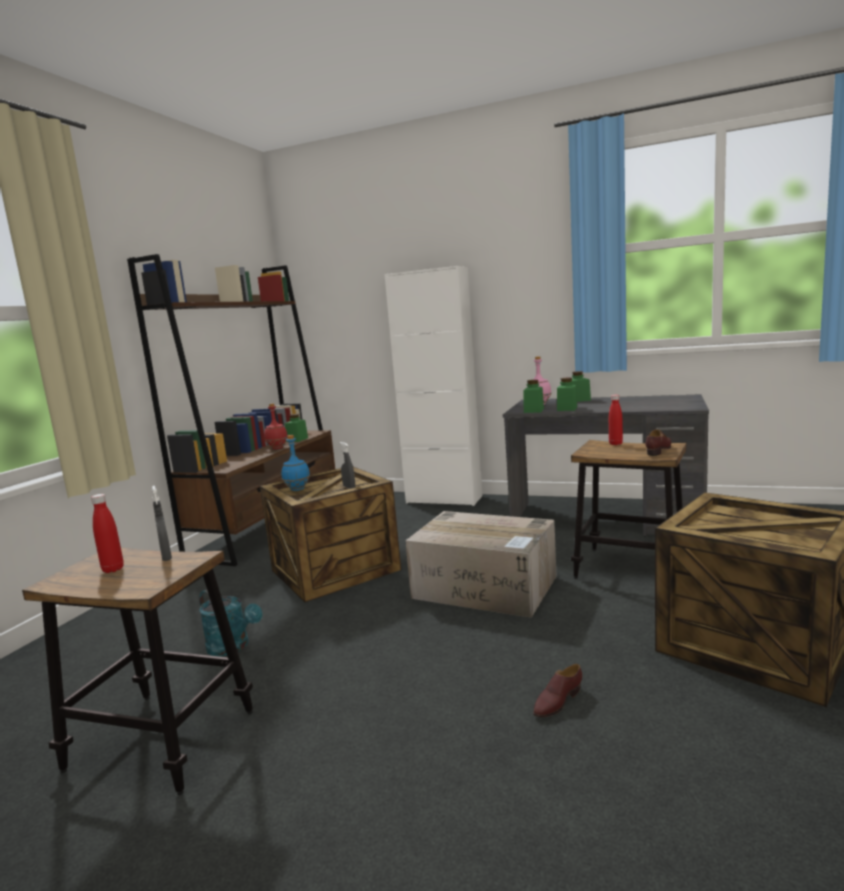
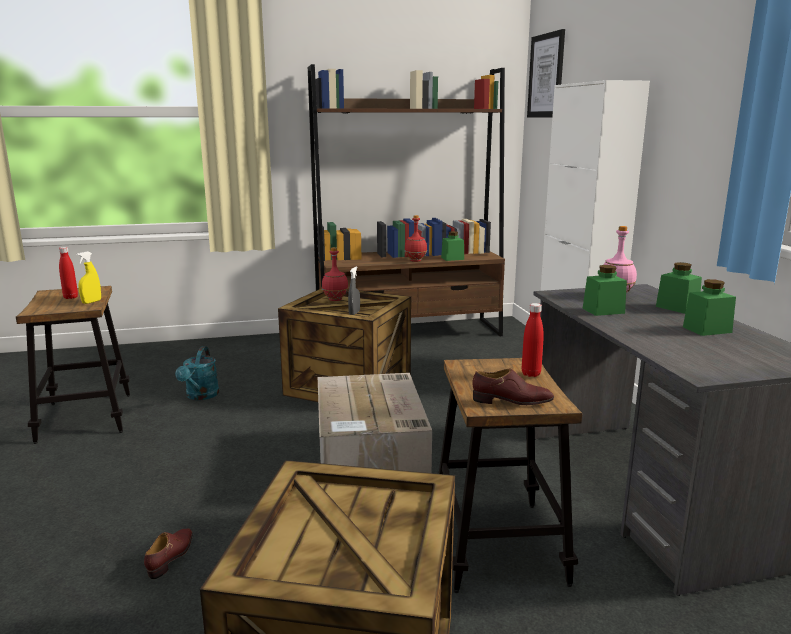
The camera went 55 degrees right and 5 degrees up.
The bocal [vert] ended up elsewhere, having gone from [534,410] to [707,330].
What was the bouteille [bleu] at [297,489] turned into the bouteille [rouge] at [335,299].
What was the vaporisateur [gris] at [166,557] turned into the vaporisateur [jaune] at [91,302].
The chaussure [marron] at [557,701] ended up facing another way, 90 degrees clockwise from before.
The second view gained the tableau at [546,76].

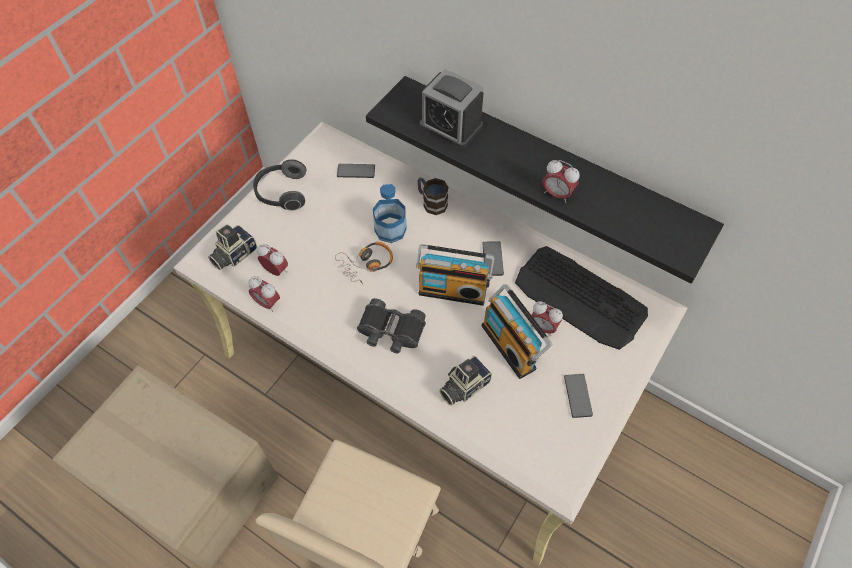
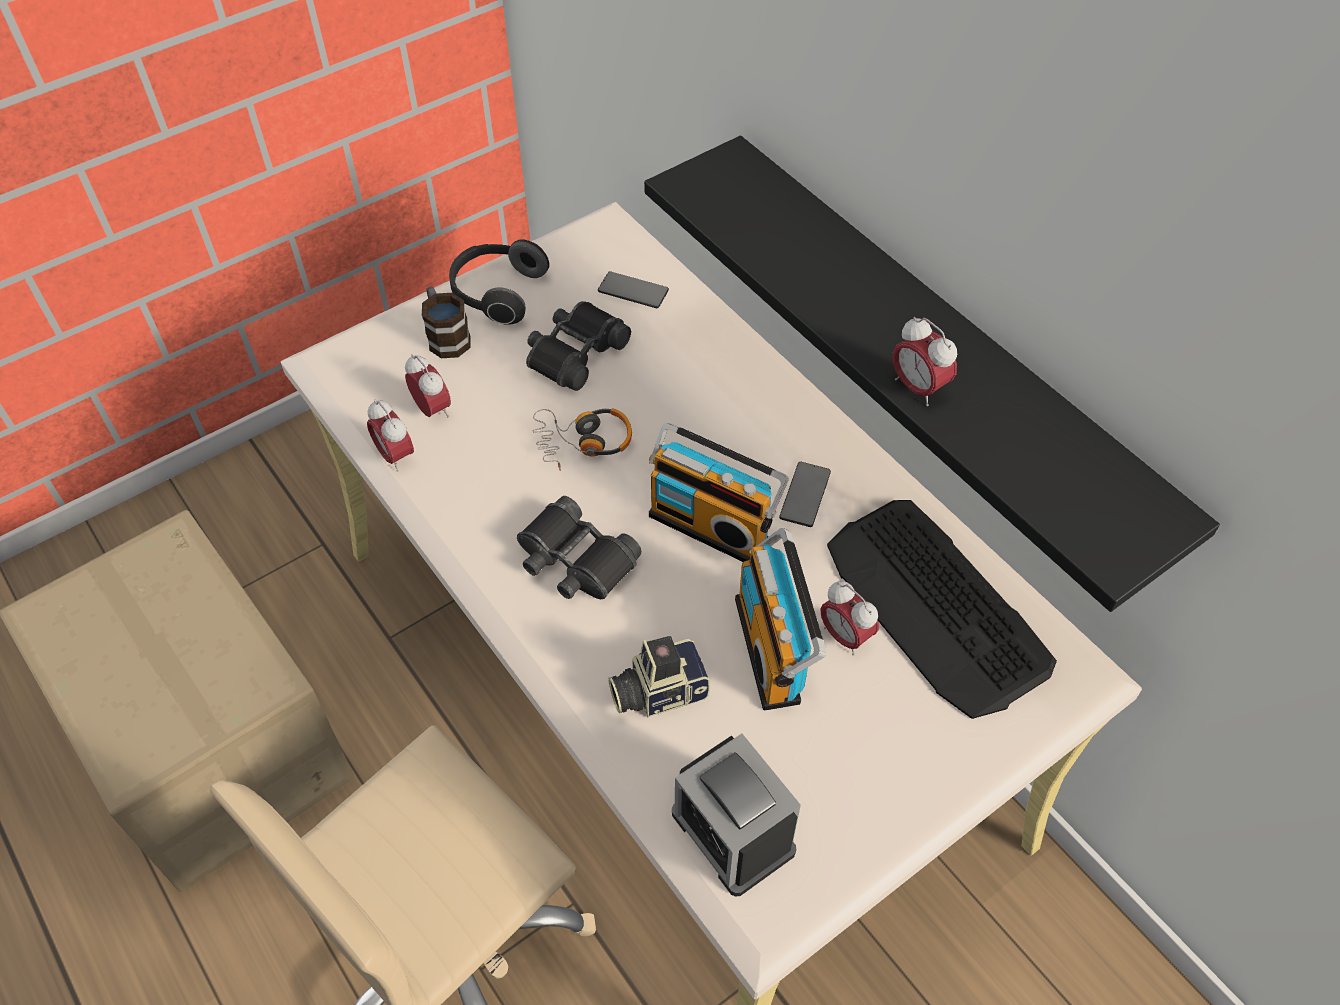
The camera went 20 degrees right and 5 degrees down.
The réveil ended up elsewhere, having gone from [451,126] to [733,832].
The mug ended up elsewhere, having gone from [431,202] to [446,336].
The second view lost the bouteille at [390,230].
The second view lost the appareil photo at [233,254].
The second view lost the téléphone at [578,396].
The second view gained the jumelles [noir] at [575,352].

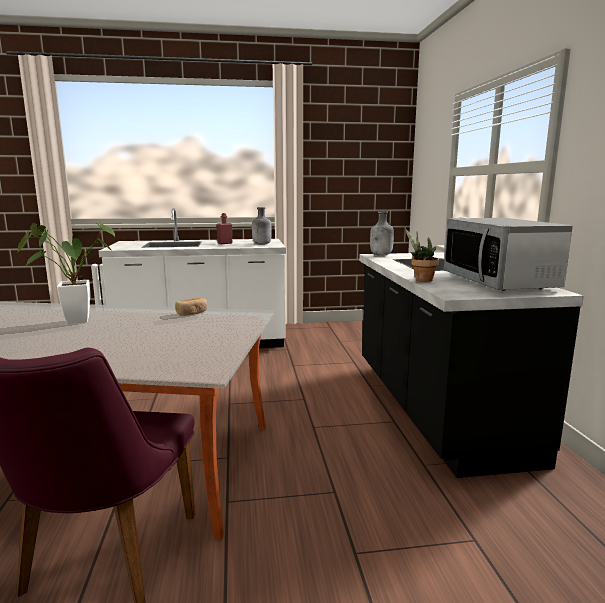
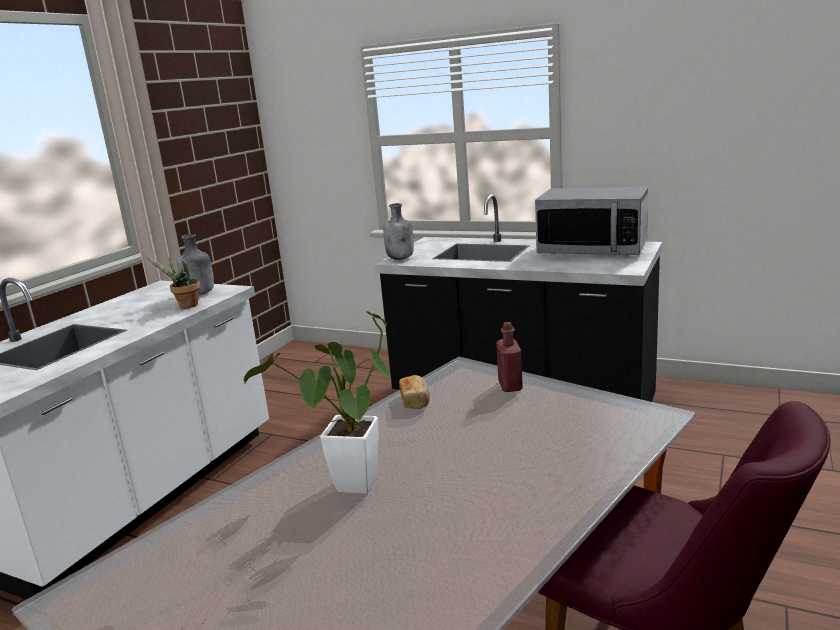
The camera went 55 degrees left and 5 degrees up.
The bouteille [rouge] ended up elsewhere, having gone from [225,243] to [510,385].
The plante en pot ended up elsewhere, having gone from [421,280] to [186,306].

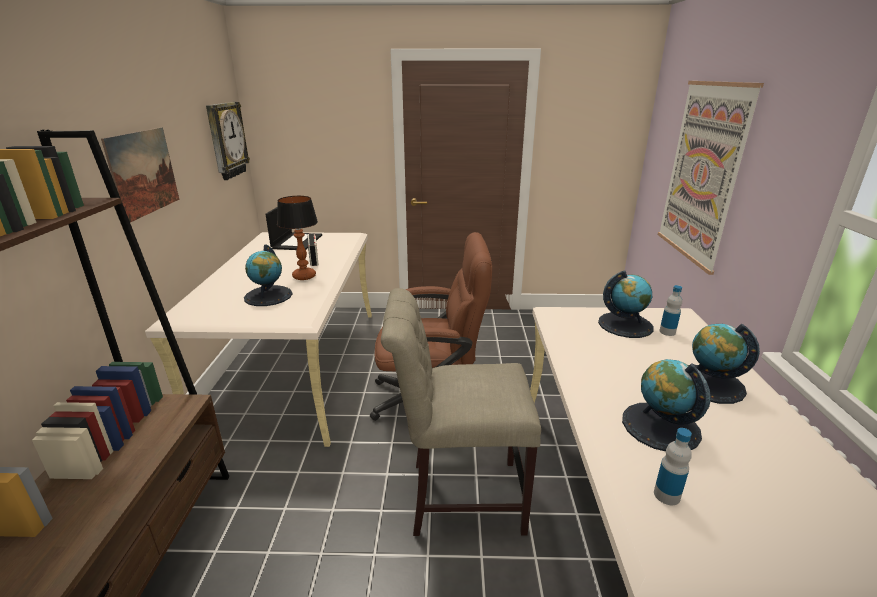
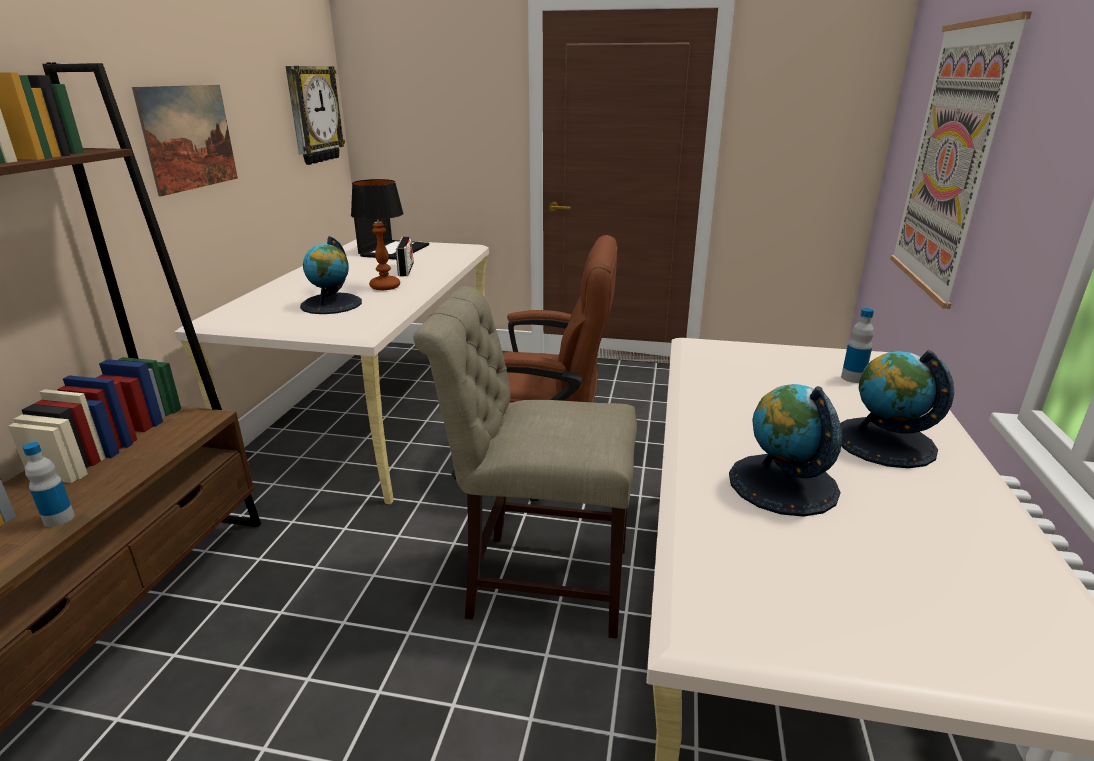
The camera went 10 degrees right and 0 degrees up.
The second view lost the globe at [625,324].
The bouteille ended up elsewhere, having gone from [666,495] to [59,518].

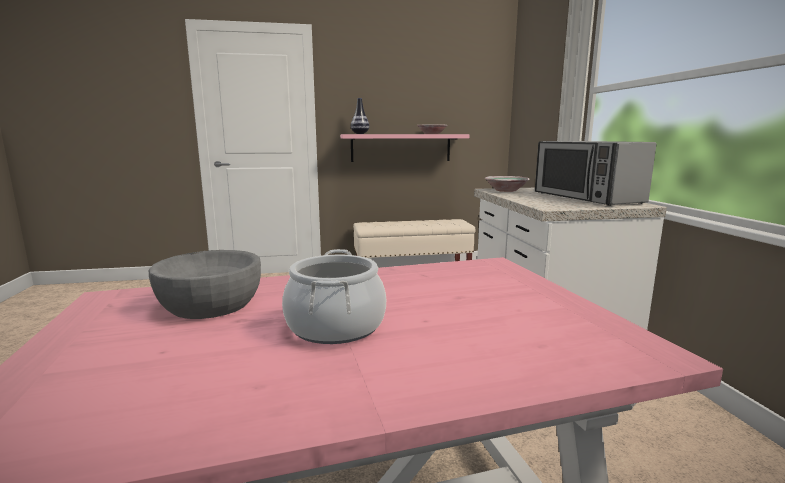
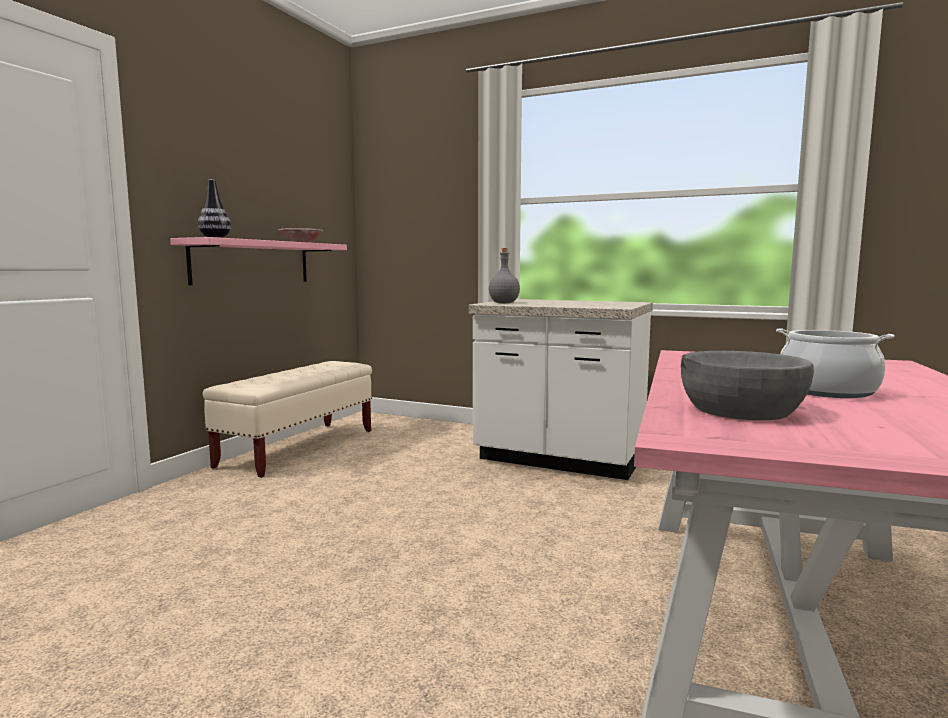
The camera went 55 degrees left and 5 degrees down.
The second view lost the micro-ondes at [586,198].
Where the bol stood at [506,190], the bouteille [gris] came to stand at [504,303].

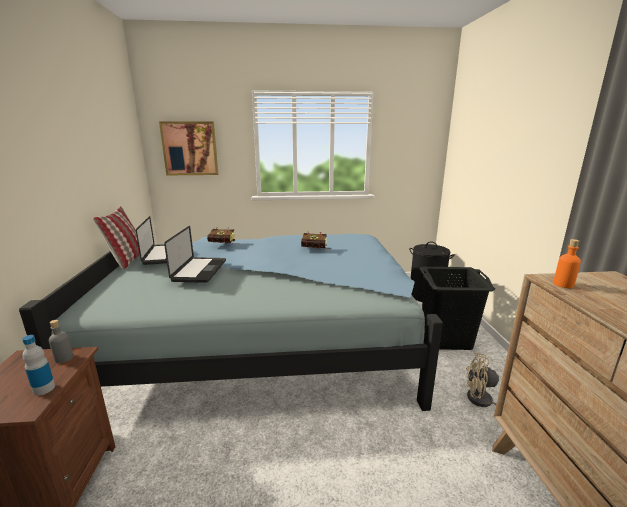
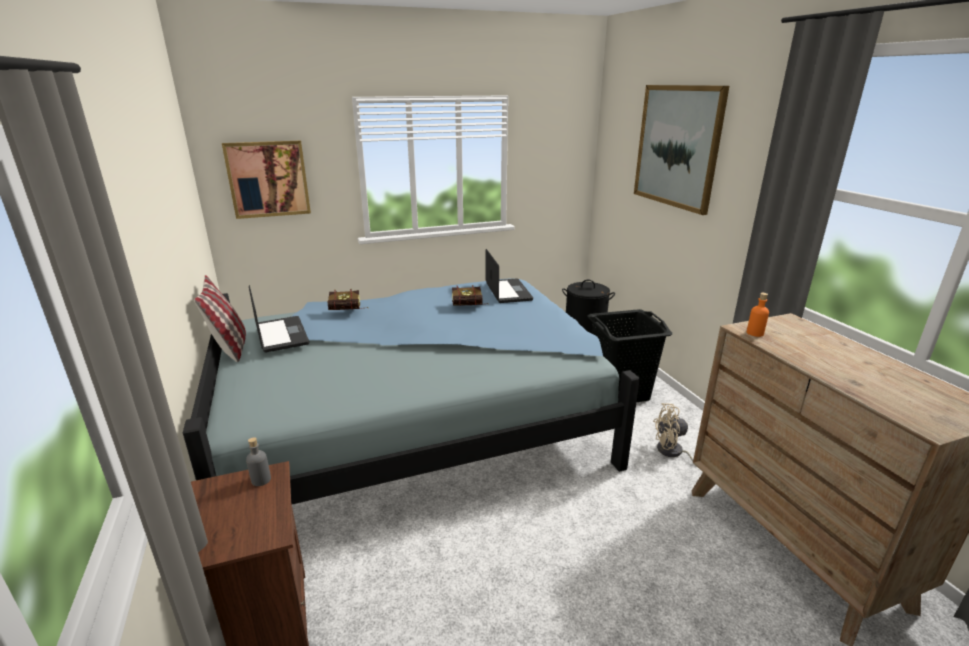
The camera went 15 degrees left and 5 degrees up.
The ordinateur portable ended up elsewhere, having gone from [200,270] to [508,292].
The second view lost the bouteille at [44,389].
The second view gained the tableau at [677,146].

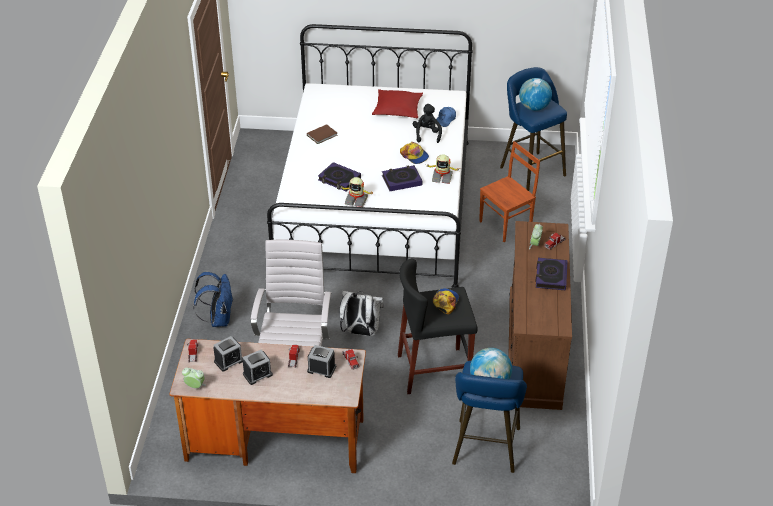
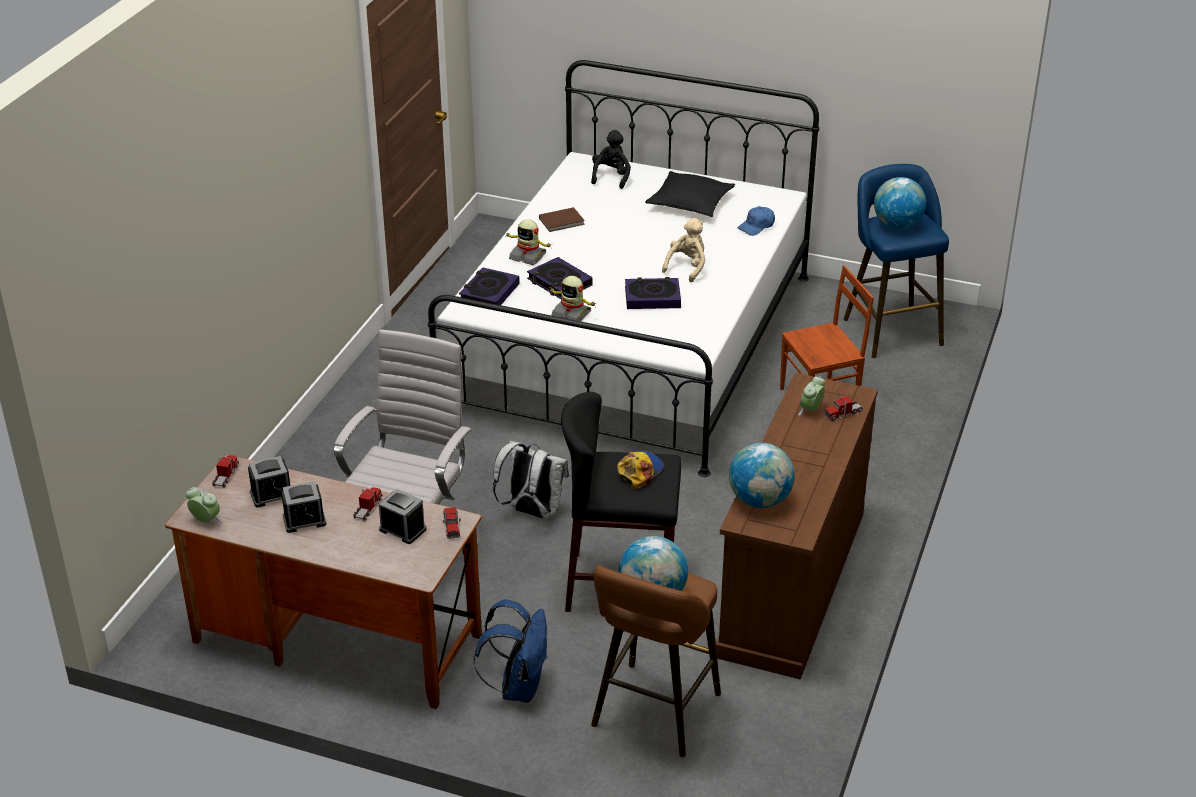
The camera went 15 degrees right and 5 degrees down.
What was the coussin [rouge] at [397,109] turned into the coussin [noir] at [690,203].
The peluche [noir] ended up elsewhere, having gone from [427,134] to [611,177].
Where the casquette stood at [414,156], the peluche [beige] came to stand at [687,267].
The robot jouet ended up elsewhere, having gone from [442,177] to [528,256].
The livre ended up elsewhere, having gone from [551,276] to [489,293].
The sac à dos [bleu] ended up elsewhere, having gone from [218,319] to [518,687].
What was the tabouret [bleu] at [486,449] turned into the tabouret [marron] at [653,715].
The second view gained the globe at [760,500].

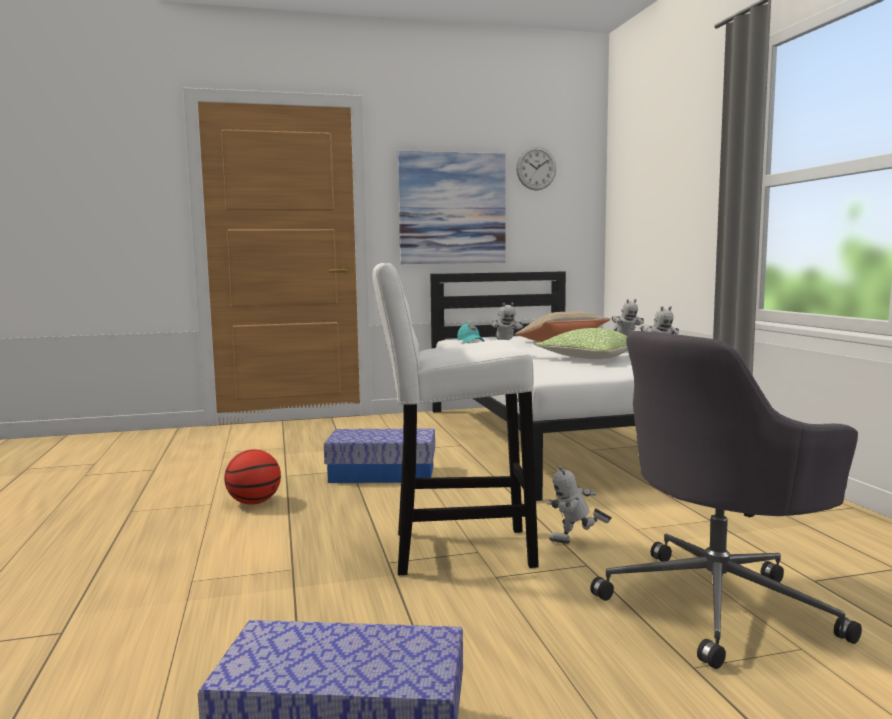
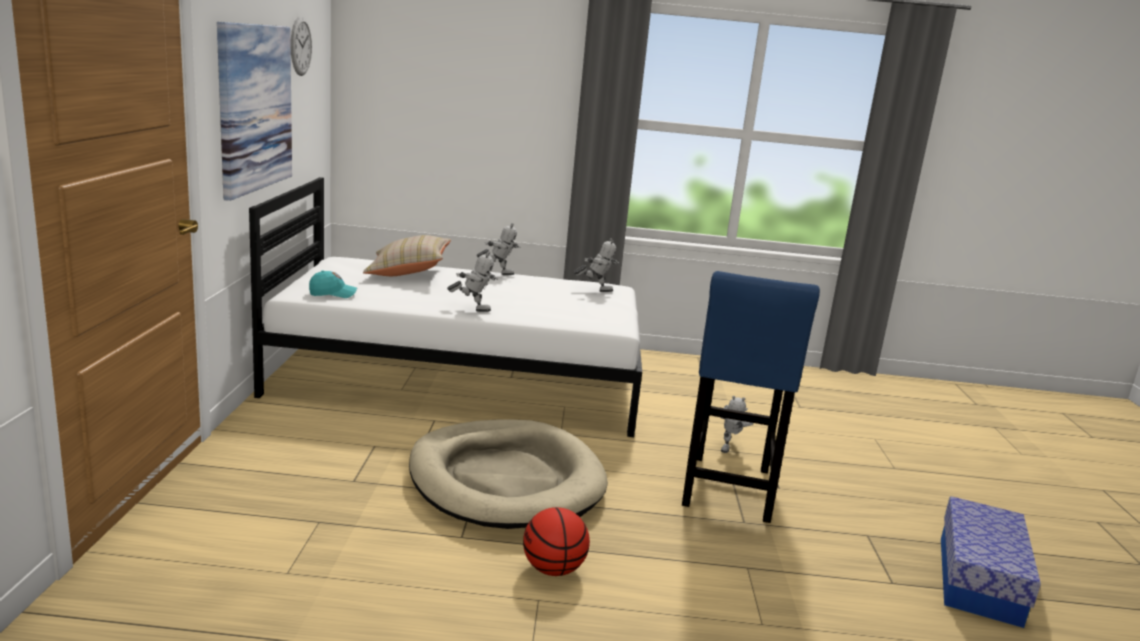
The camera went 75 degrees left and 10 degrees up.
What was the tabouret [blanc] at [453,550] turned into the tabouret [bleu] at [727,491].
The second view lost the coussin at [590,358].
The second view lost the chaise de bureau [gris] at [719,604].
Where the boîte de rangement stood at [382,474], the panier pour chien [beige] came to stand at [505,480].

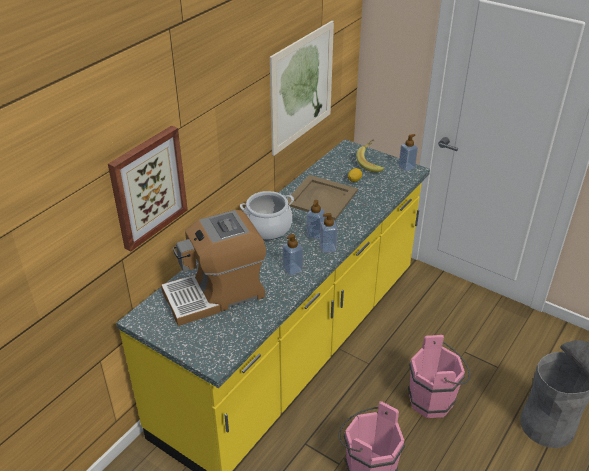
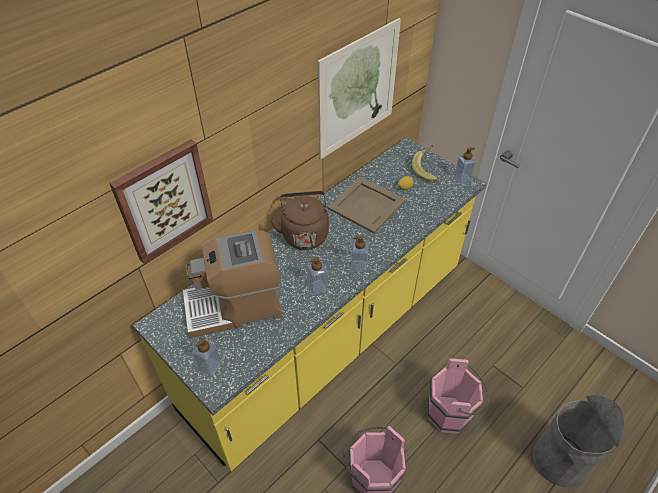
The camera went 10 degrees right and 10 degrees up.
Where the marmite stood at [267,227], the bouilloire [marron] came to stand at [304,233].
The distributeur de savon ended up elsewhere, having gone from [315,234] to [210,366].

